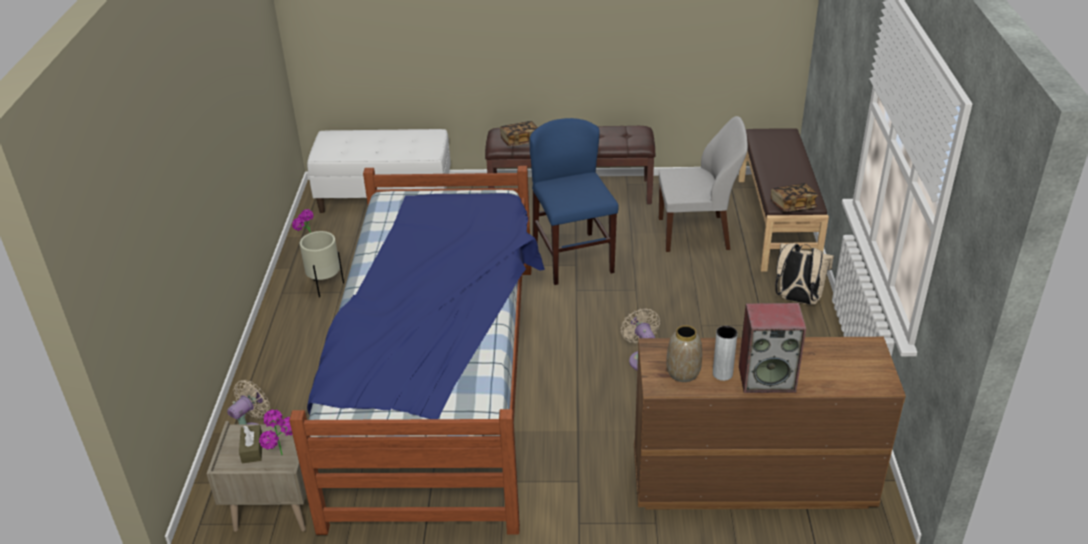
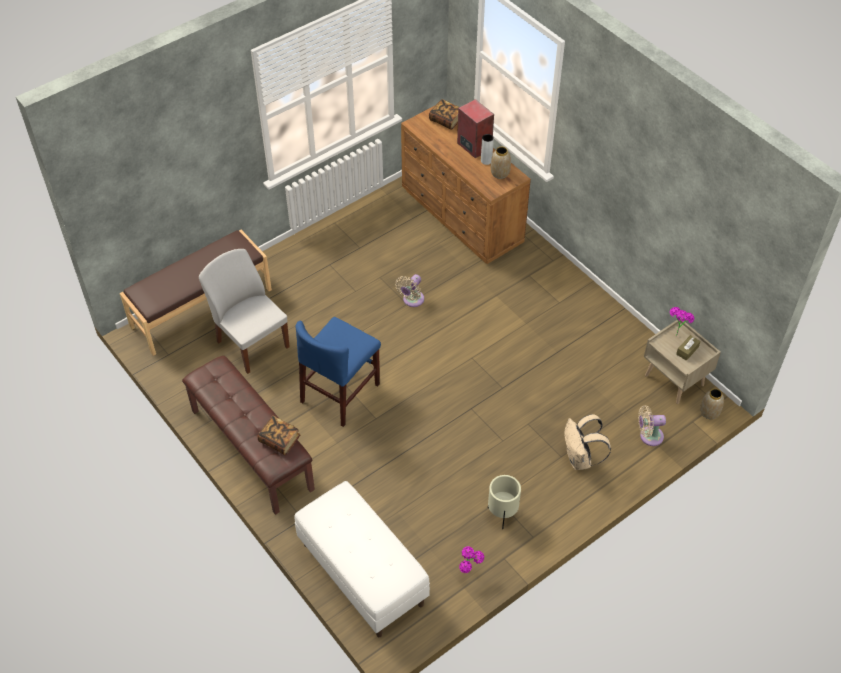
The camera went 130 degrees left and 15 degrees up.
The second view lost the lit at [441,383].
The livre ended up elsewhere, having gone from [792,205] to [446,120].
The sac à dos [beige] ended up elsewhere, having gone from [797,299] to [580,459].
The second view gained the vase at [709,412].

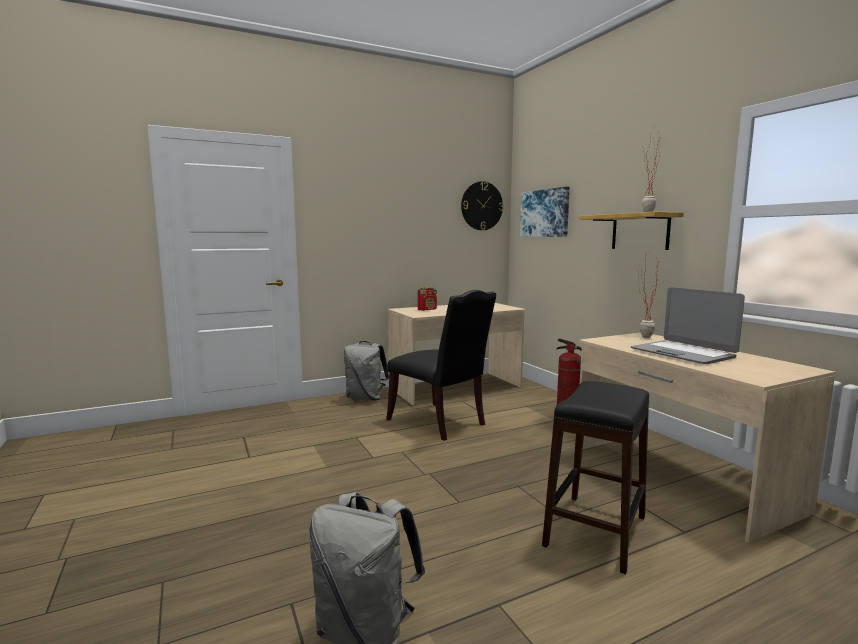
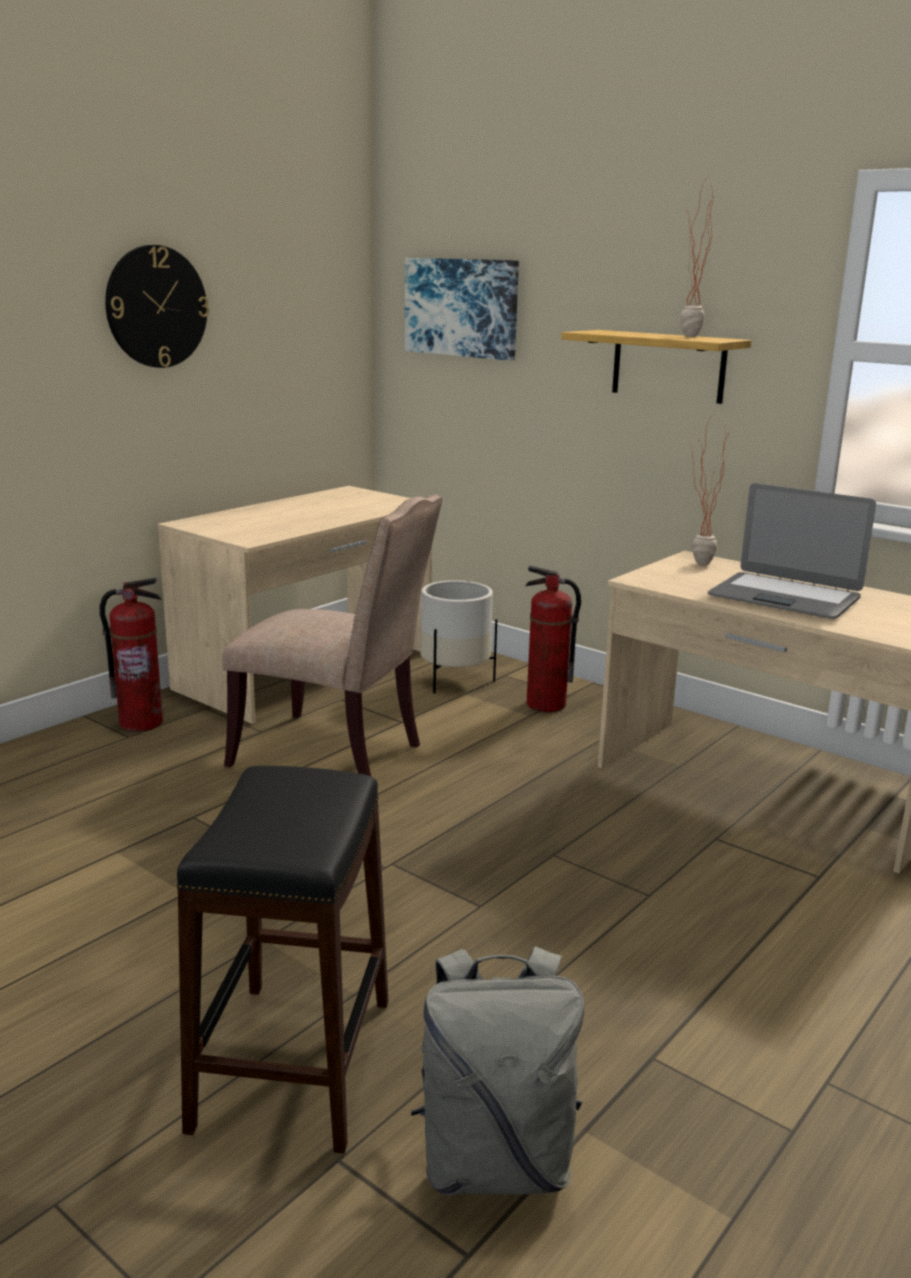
The camera went 25 degrees left and 10 degrees up.
The horloge murale ended up elsewhere, having gone from [481,206] to [156,307].
The second view lost the radio at [427,309].
What was the chaise [noir] at [440,423] turned into the chaise [beige] at [335,755].
Where the sac à dos [gris] stood at [366,398], the extincteur came to stand at [141,723].
The tabouret [noir] ended up elsewhere, having gone from [595,531] to [292,1063].
The second view gained the cache-pot [blanc] at [454,680].

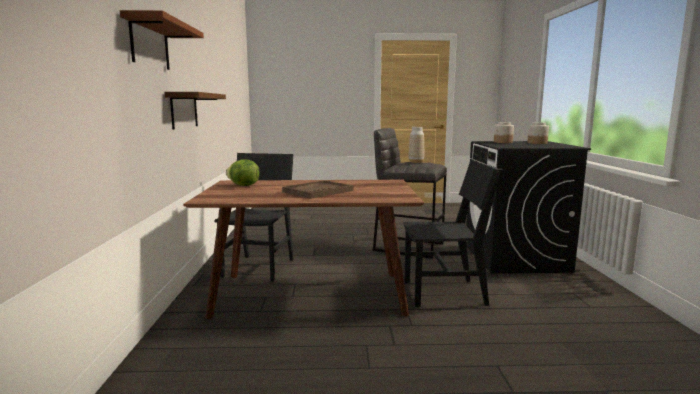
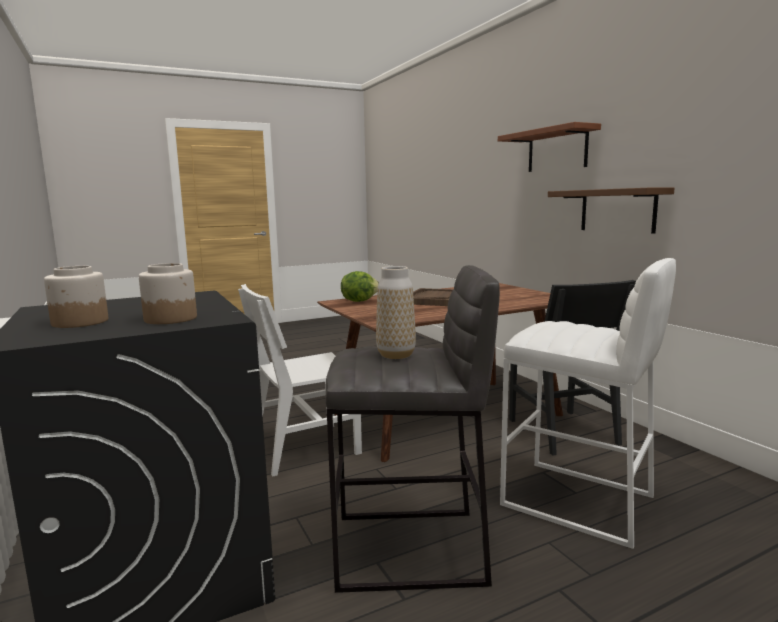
The camera went 155 degrees right and 0 degrees up.
The laitue ended up elsewhere, having gone from [243,186] to [359,301].
What was the chaise [noir] at [444,293] turned into the chaise [blanc] at [305,448].
The second view gained the tabouret [blanc] at [578,501].

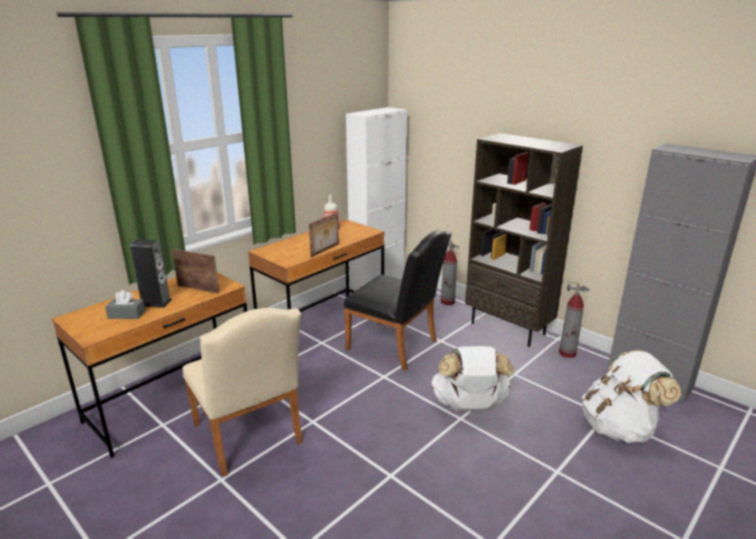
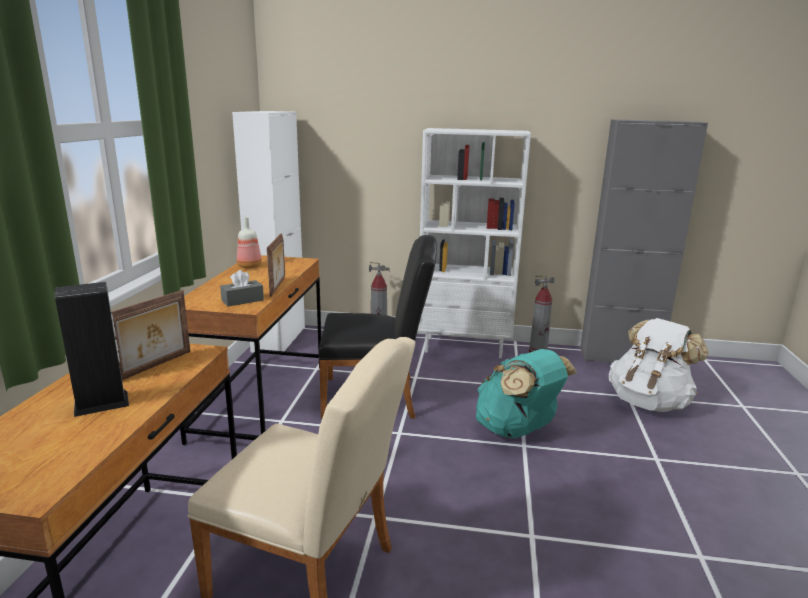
The camera went 35 degrees left and 5 degrees down.
What was the bibliothèque [marron] at [508,328] turned into the bibliothèque [blanc] at [464,347].
The cadre photo at [198,289] ended up facing another way, 135 degrees clockwise from before.
The boîte à mouchoirs [gris] ended up elsewhere, having gone from [126,314] to [242,300].
What was the sac à dos [blanc] at [469,406] turned into the sac à dos [turquoise] at [517,430].

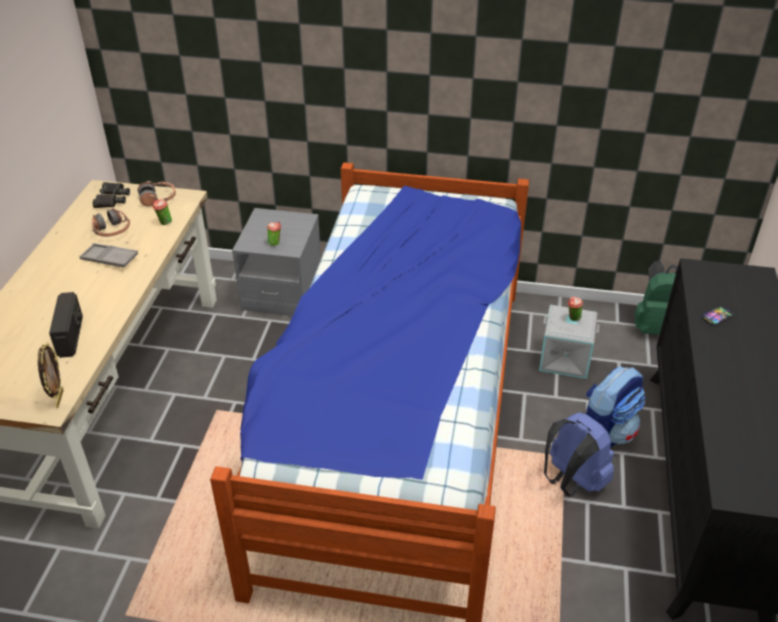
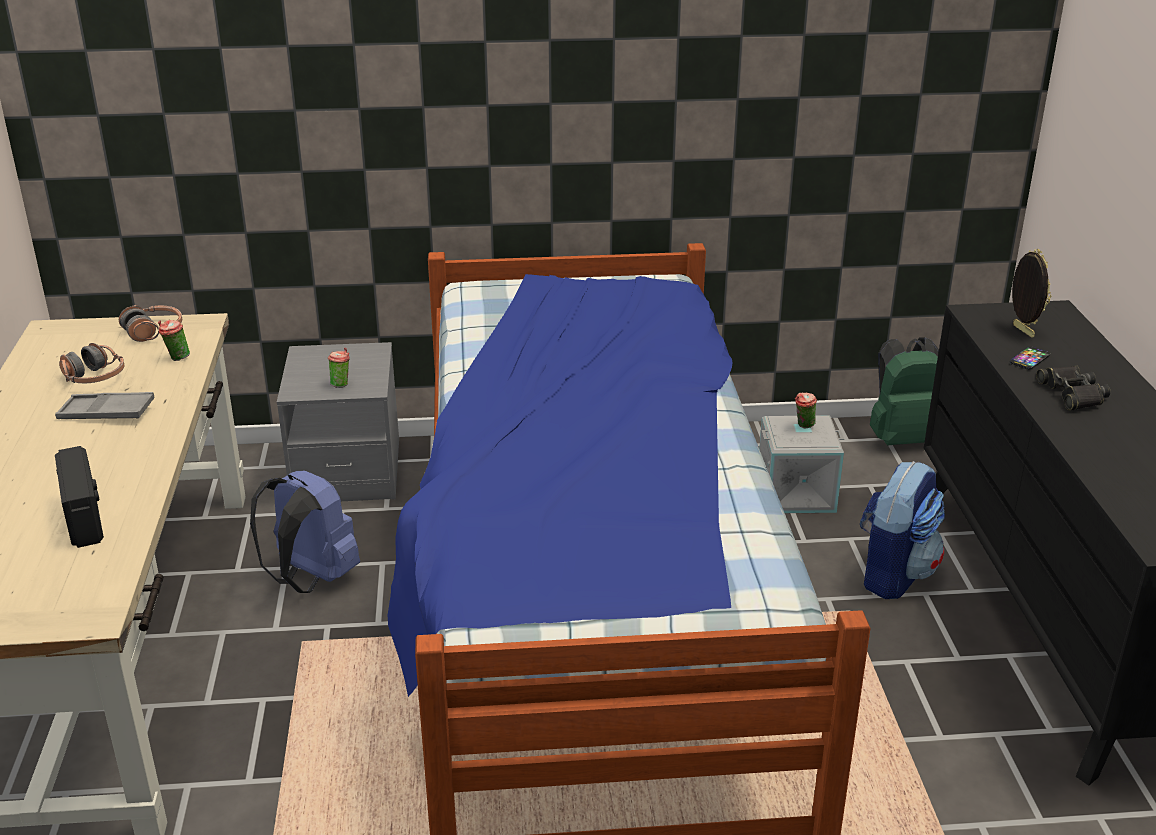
The camera went 15 degrees left and 10 degrees down.
The jumelles [noir] ended up elsewhere, having gone from [112,199] to [1072,394].
The cadre photo ended up elsewhere, having gone from [58,398] to [1021,331].
The sac à dos [bleu] ended up elsewhere, having gone from [572,481] to [310,578].

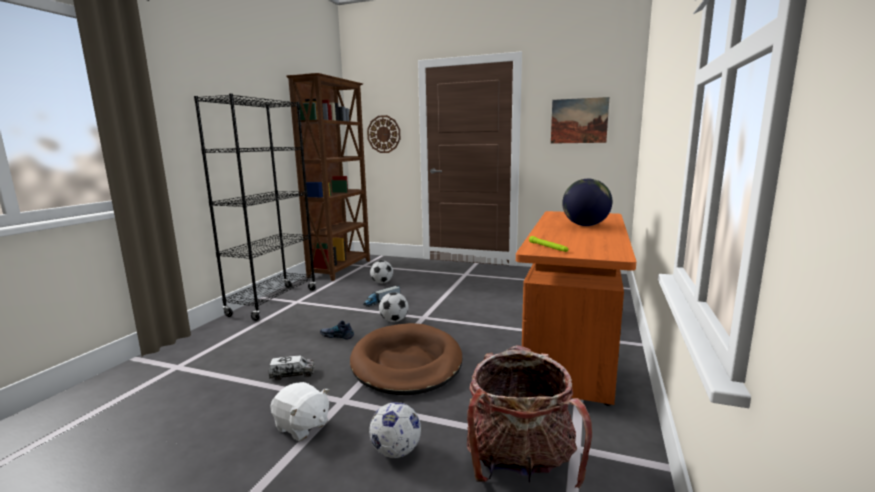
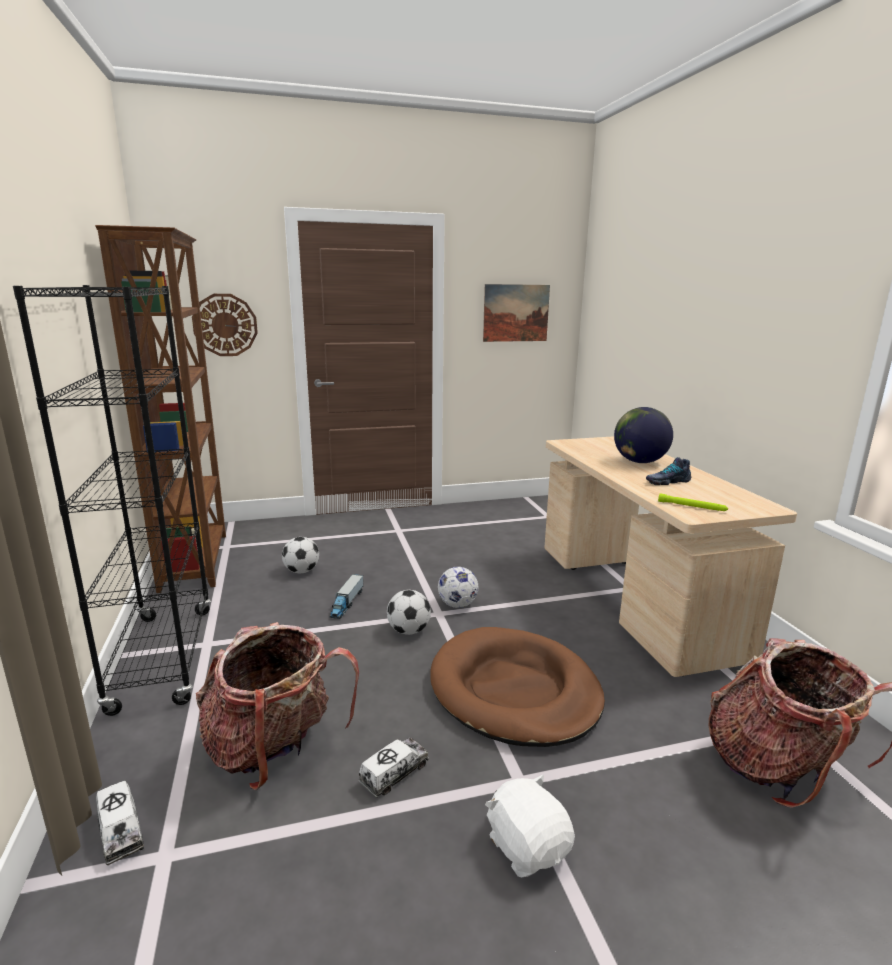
The camera went 35 degrees left and 5 degrees up.
What was the bureau [orange] at [573,343] turned into the bureau [beige] at [633,599].
The chaussure ended up elsewhere, having gone from [337,335] to [667,481].
The peluche [blanc] at [302,426] ended up facing another way, 120 degrees counterclockwise from before.
The ballon de foot ended up elsewhere, having gone from [396,451] to [457,604].
The second view gained the sac à dos at [275,749].
The second view gained the camion jouet at [120,832].

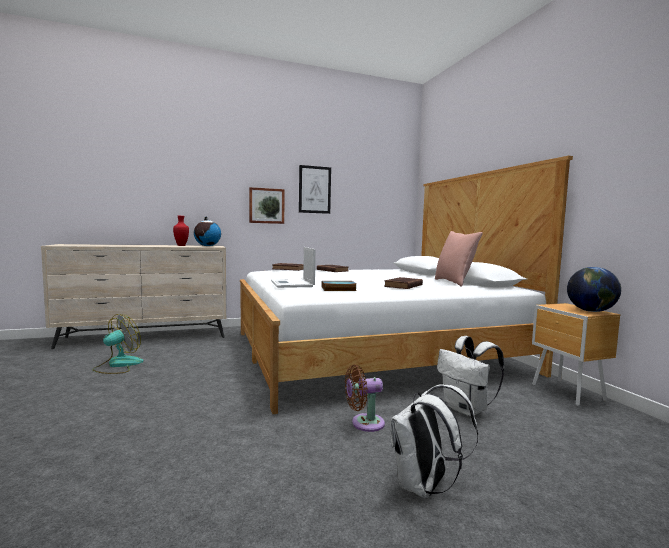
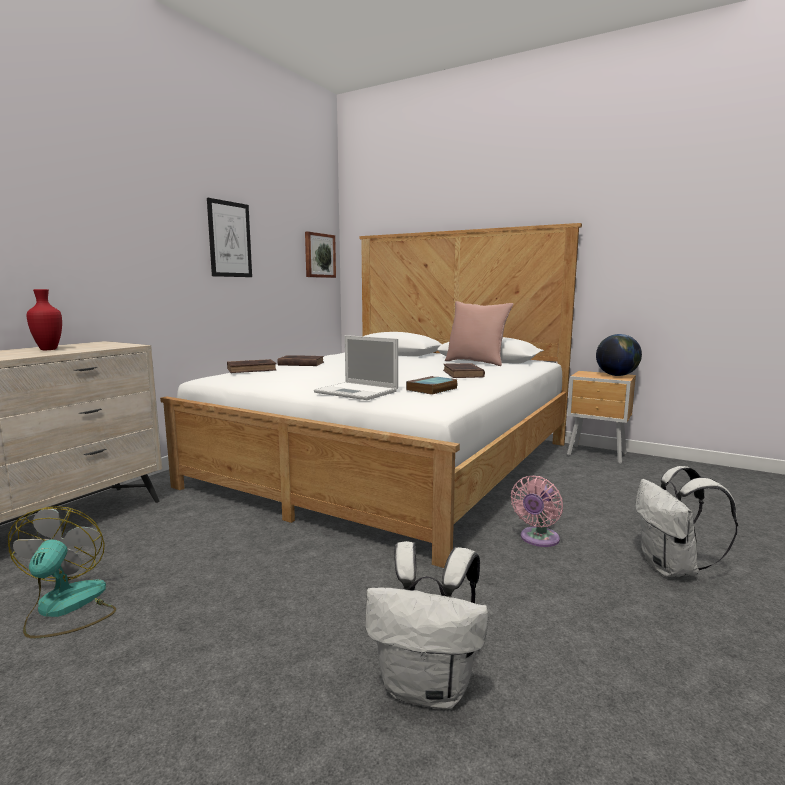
The camera went 40 degrees left and 5 degrees up.
The tableau ended up elsewhere, having gone from [266,206] to [319,255].
The second view lost the globe at [207,246].
The sac à dos [blanc] ended up elsewhere, having gone from [467,409] to [428,687].
What was the ventilateur [marron] at [364,423] turned into the ventilateur [rose] at [538,539].

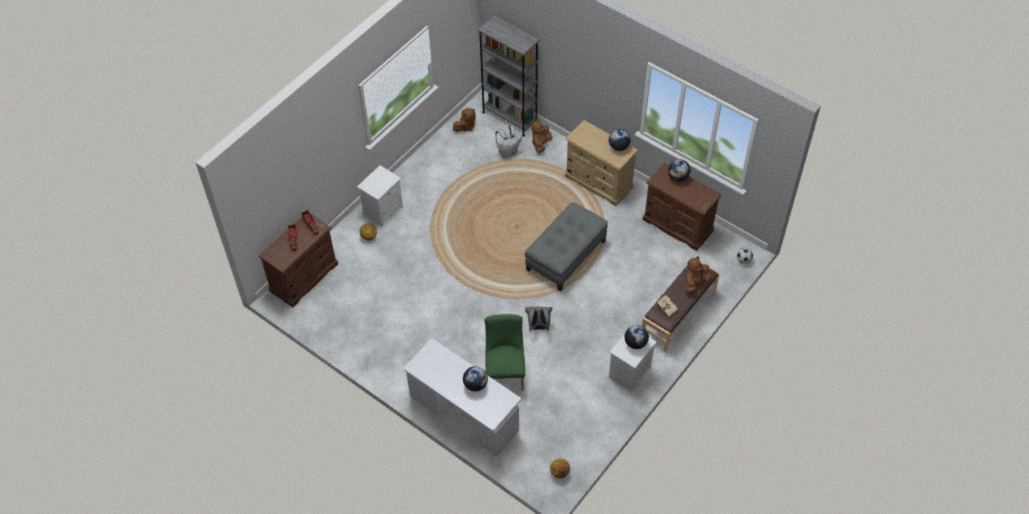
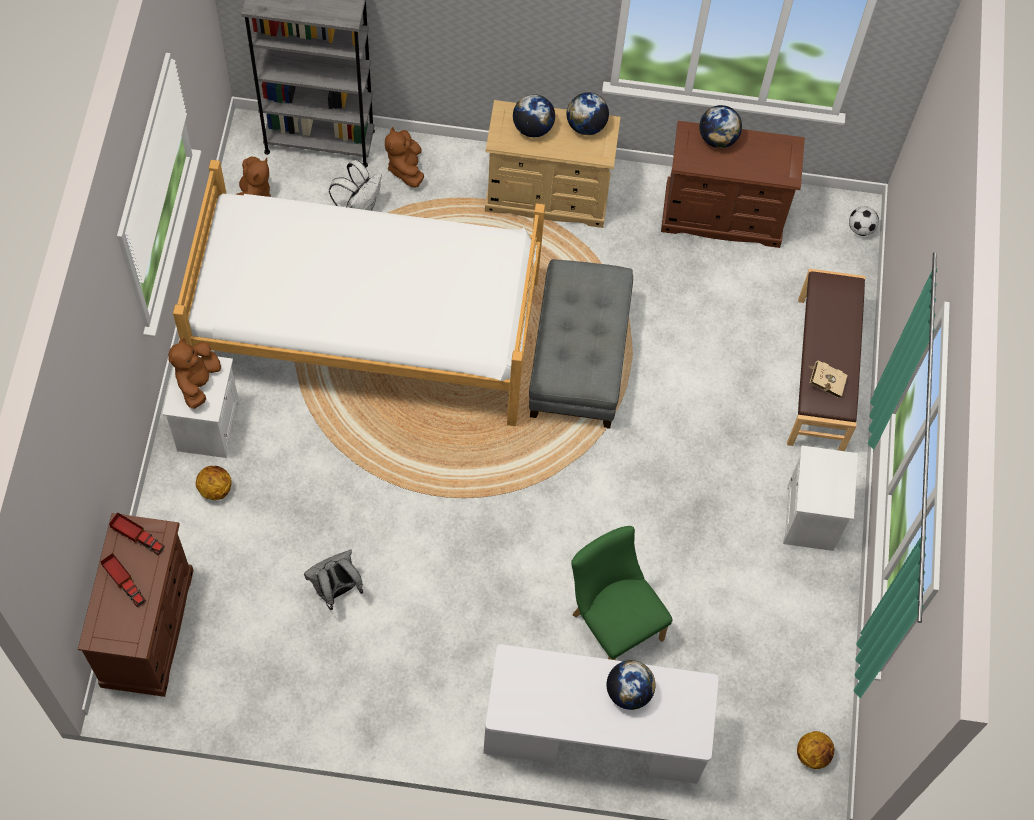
The camera went 35 degrees left and 10 degrees up.
The peluche [marron] ended up elsewhere, having gone from [695,283] to [197,382].
The sac à dos [gris] ended up elsewhere, having gone from [538,327] to [336,590].
The globe ended up elsewhere, having gone from [635,343] to [532,128].
The second view gained the lit at [367,328].

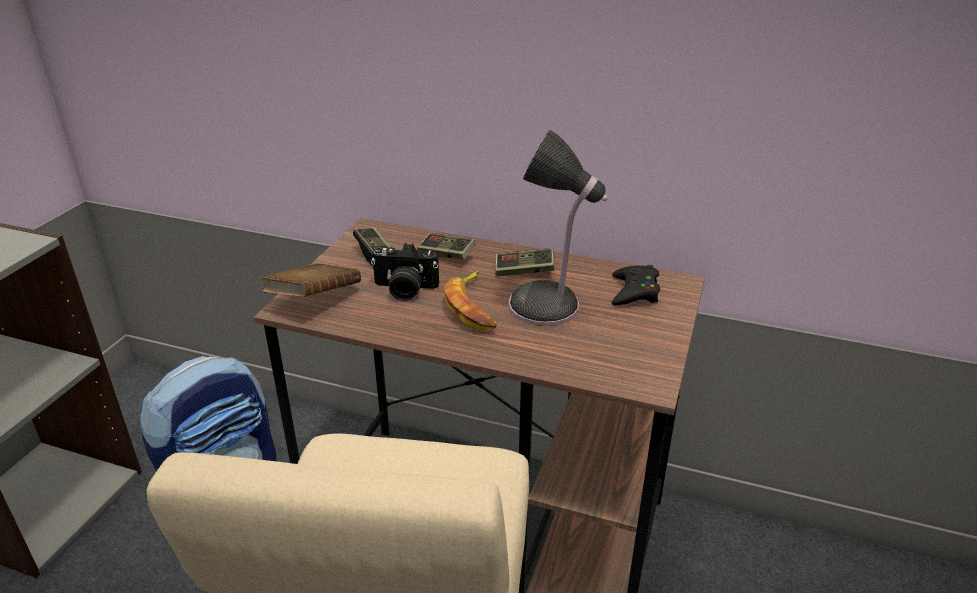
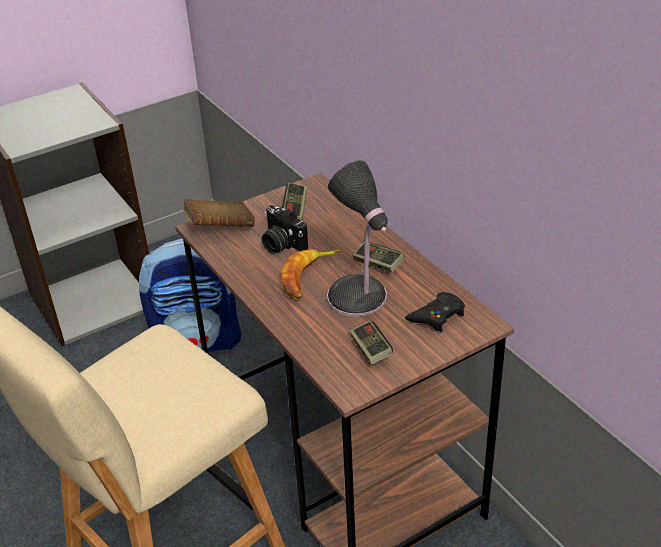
The camera went 40 degrees right and 5 degrees up.
The manette ended up elsewhere, having gone from [446,255] to [371,350].

